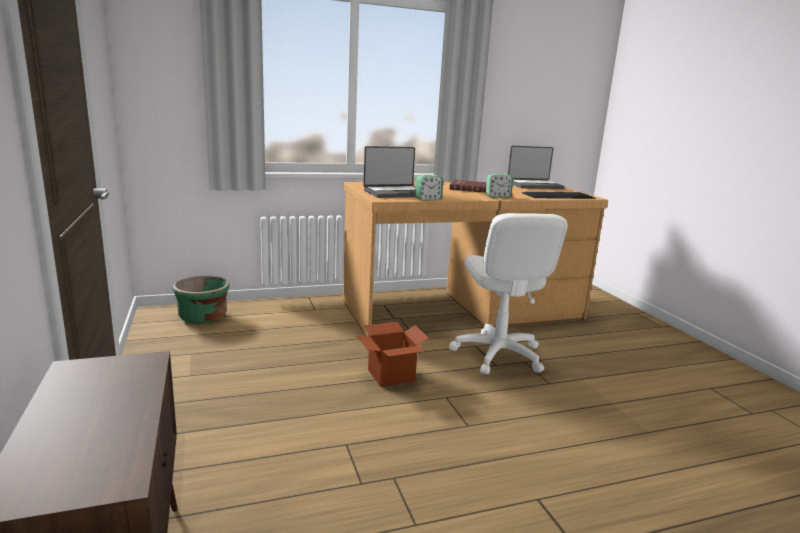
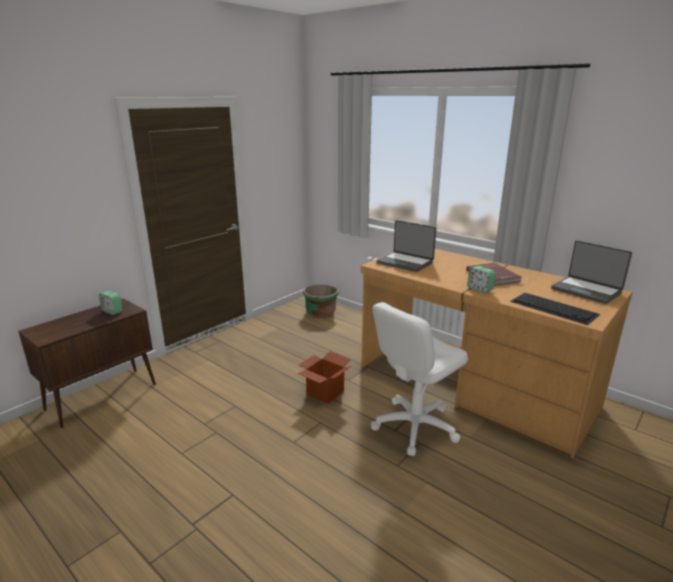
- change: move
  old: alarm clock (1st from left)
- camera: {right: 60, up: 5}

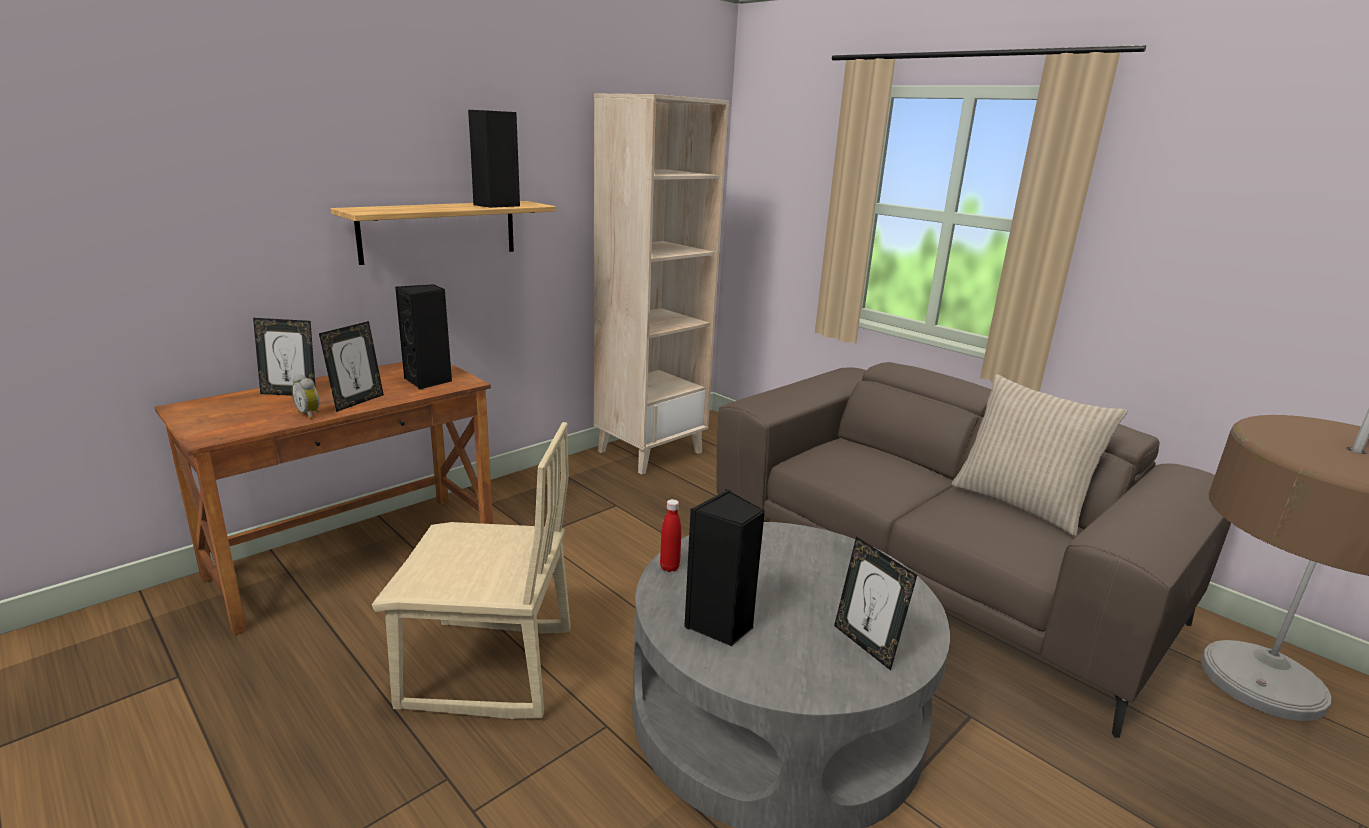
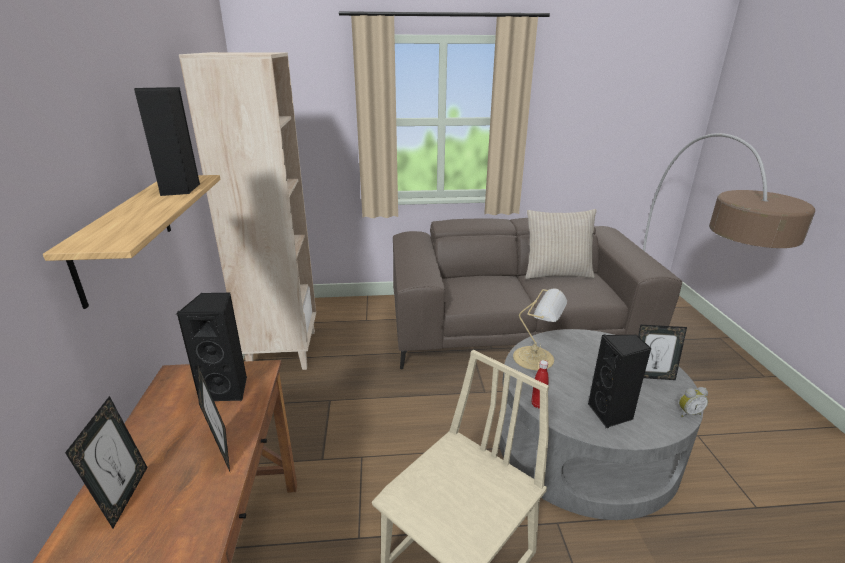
- change: rotate
  old: picture frame (1st from left)
  degrees: -45
- change: insert
  new: tabletop lamp
- change: move
  old: alarm clock
- camera: {right: -50, up: 5}

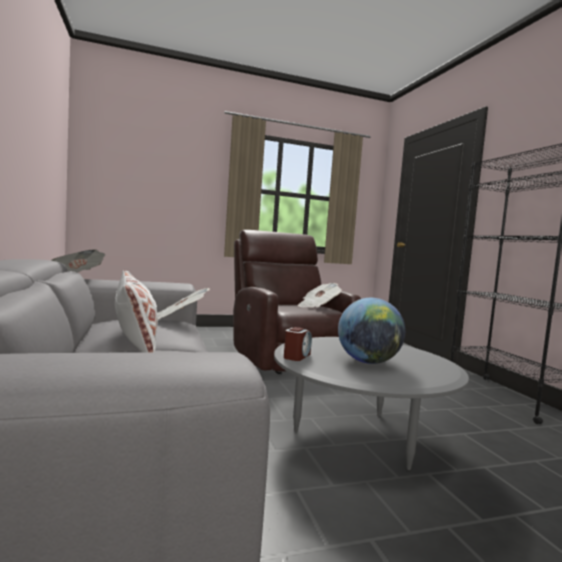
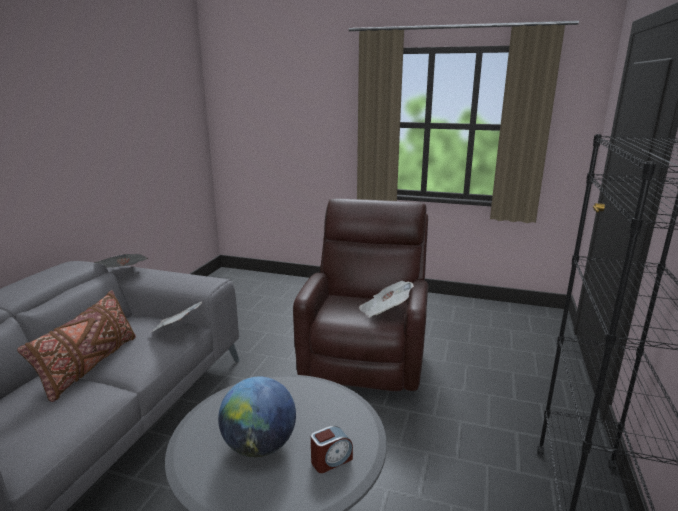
- change: recolor
  old: whitish pillow
  new: brown-coloured pillow
- change: move
  old: alarm clock
- camera: {right: 35, up: 15}

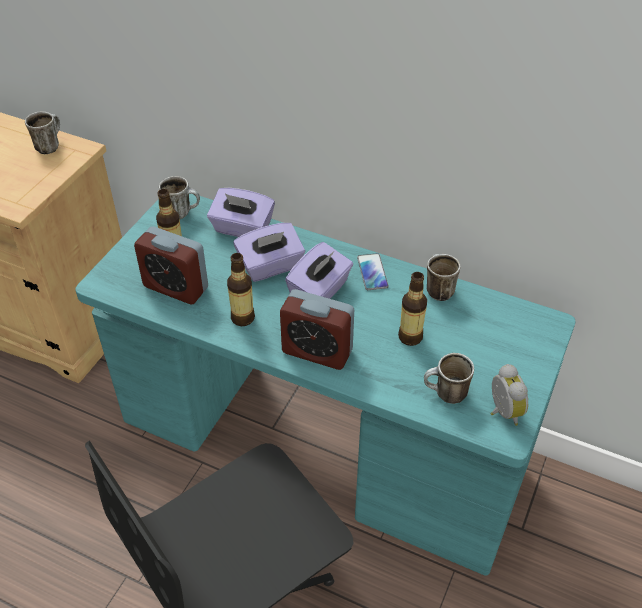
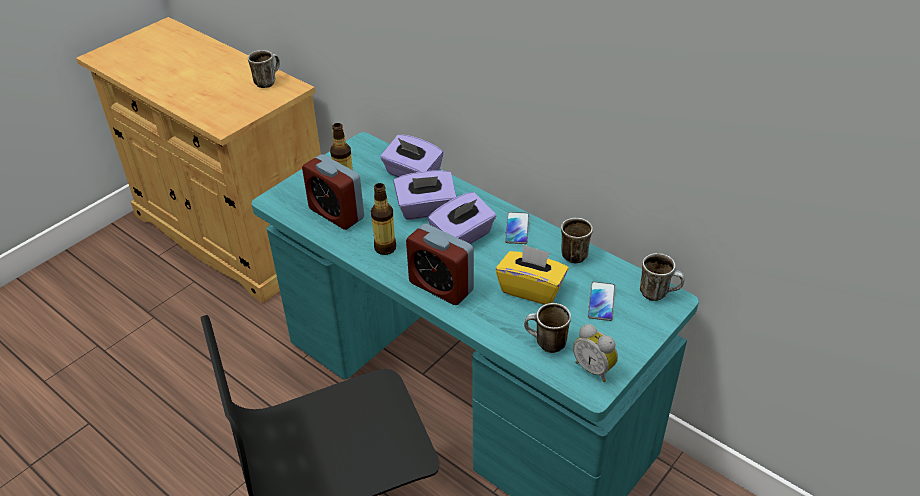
- change: replace
  old: beverage bottle (3rd from left)
  new: yellow tissue holder
- change: rotate
  old: alarm clock (3rd from left)
  degrees: 135
- change: insert
  new: phone (2nd from left)
- change: move
  old: tea mug (2nd from left in the first image)
  new: tea mug (4th from left)
- camera: {right: 15, up: -5}

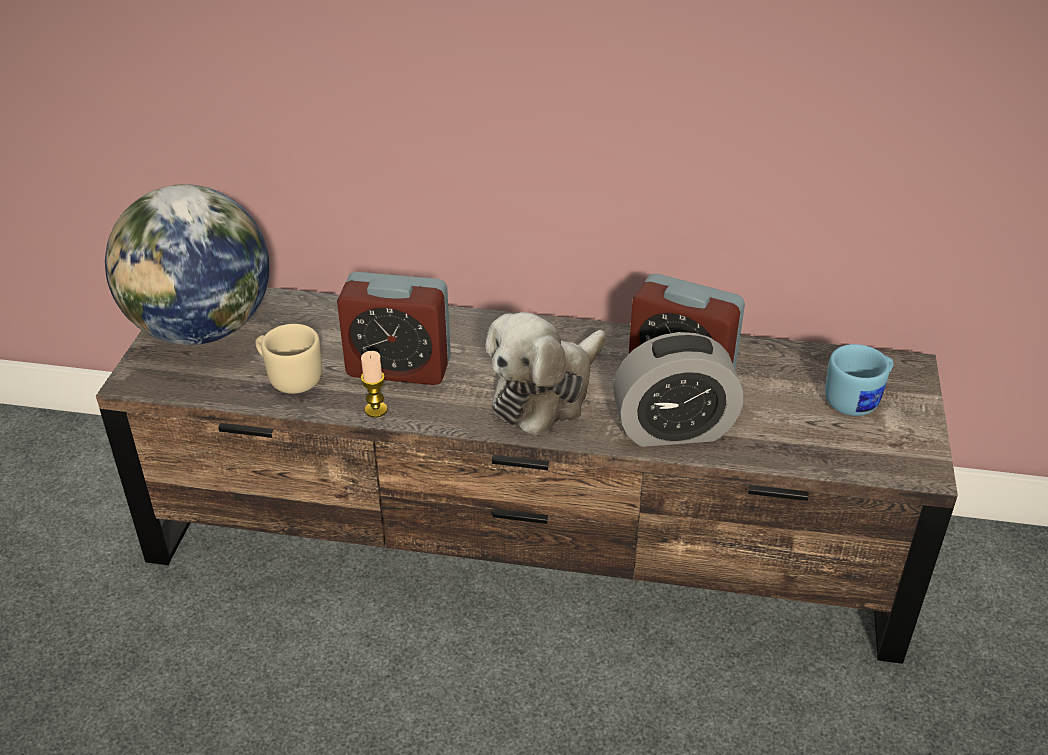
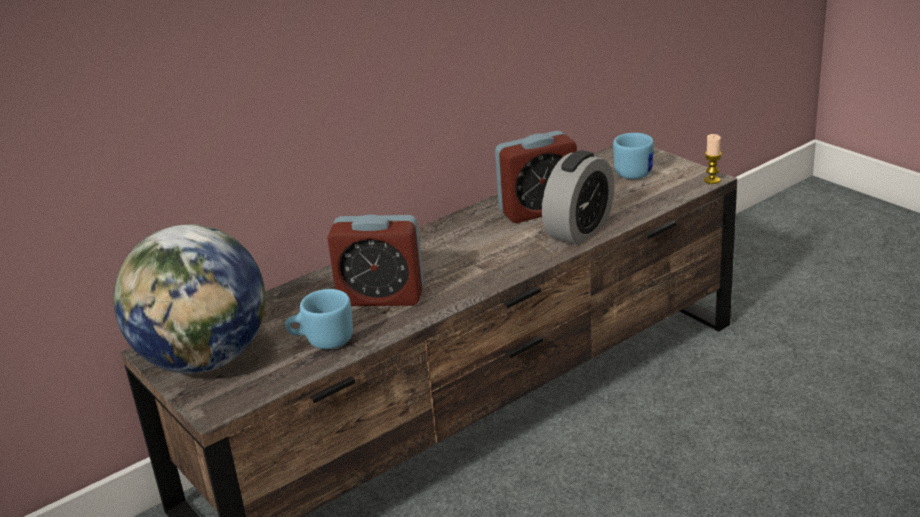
- change: recolor
  old: beige tea mug
  new: blue tea mug (1st from left)
- change: rotate
  old: alarm clock (1st from left)
  degrees: 45
- change: move
  old: wax light
- change: delete
  old: soft toy
- camera: {right: -45, up: -10}

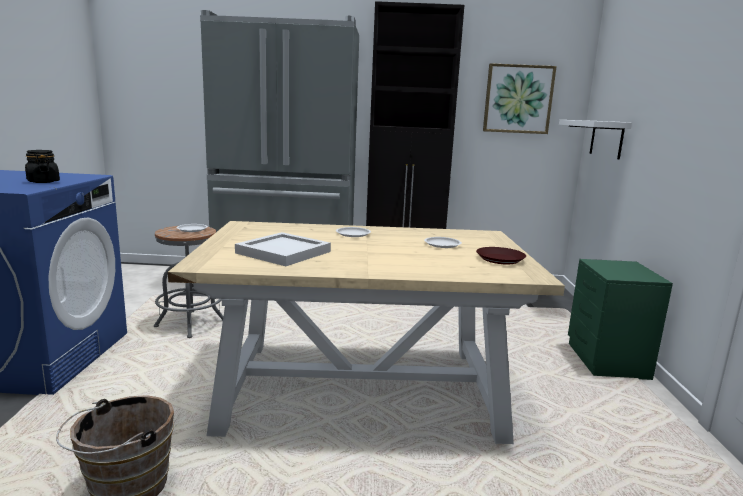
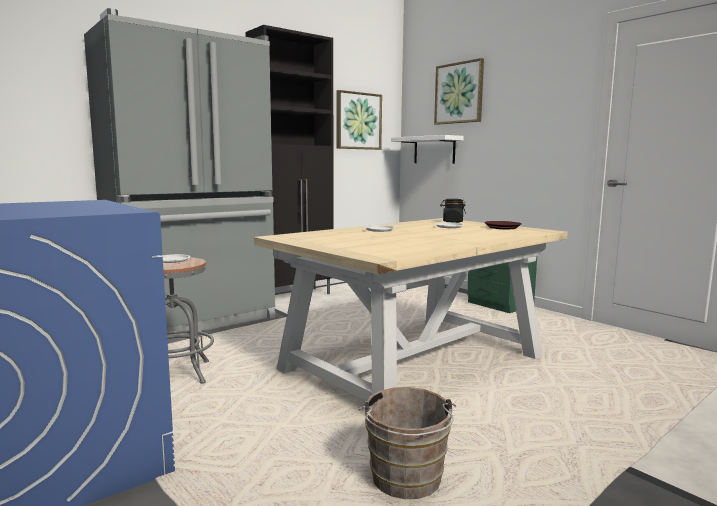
- change: insert
  new: wall picture (2nd from left)
- change: move
  old: blackish preserve jar
- change: delete
  old: whitish carrying tray
- camera: {right: -40, up: -5}

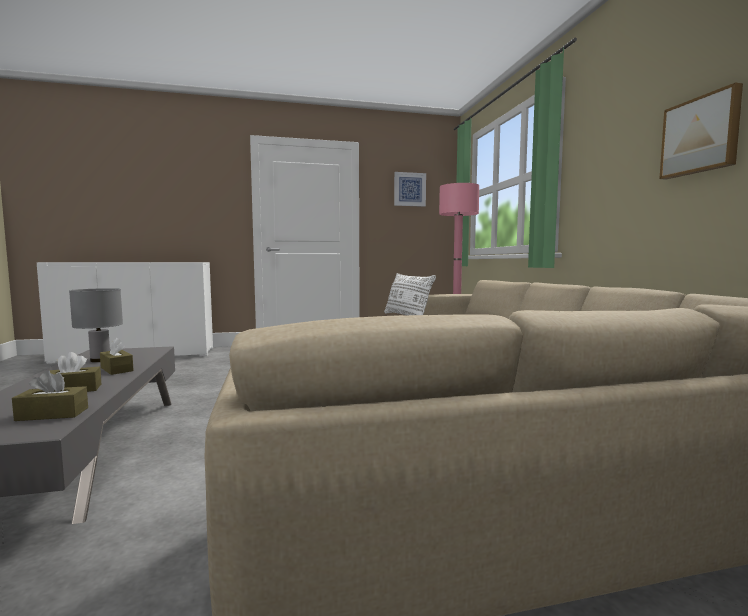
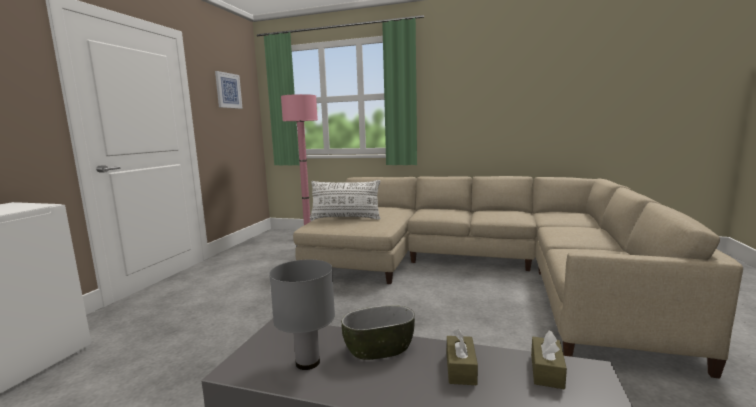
- change: replace
  old: brown-coloured tissue holder (3rd from left)
  new: serving bowl
- change: delete
  old: wall picture (2nd from left)
- camera: {right: -60, up: 5}

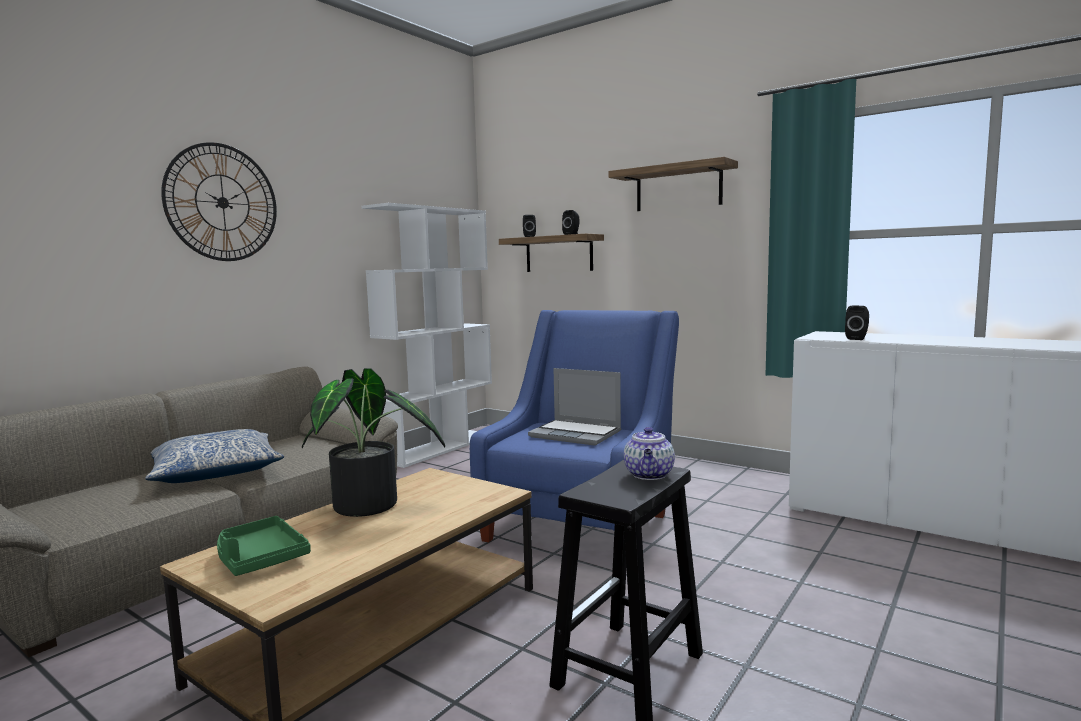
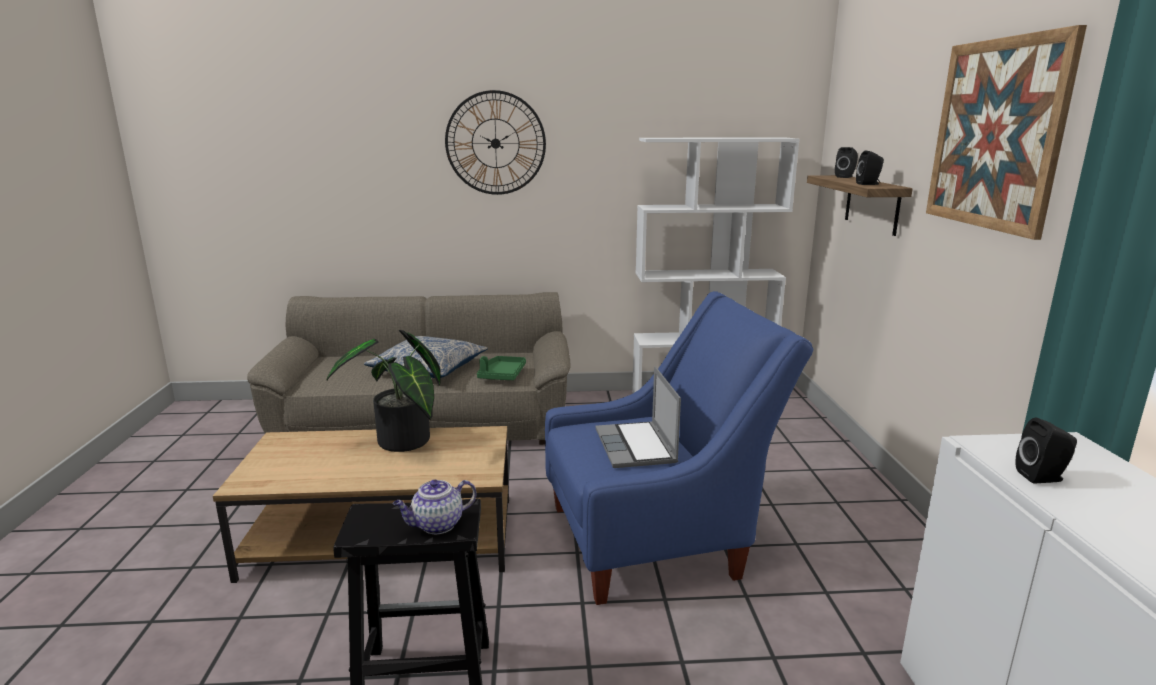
- change: move
  old: green-coloured carrying tray
- change: replace
  old: wall shelf (2nd from left)
  new: wall picture
- camera: {right: 50, up: 10}

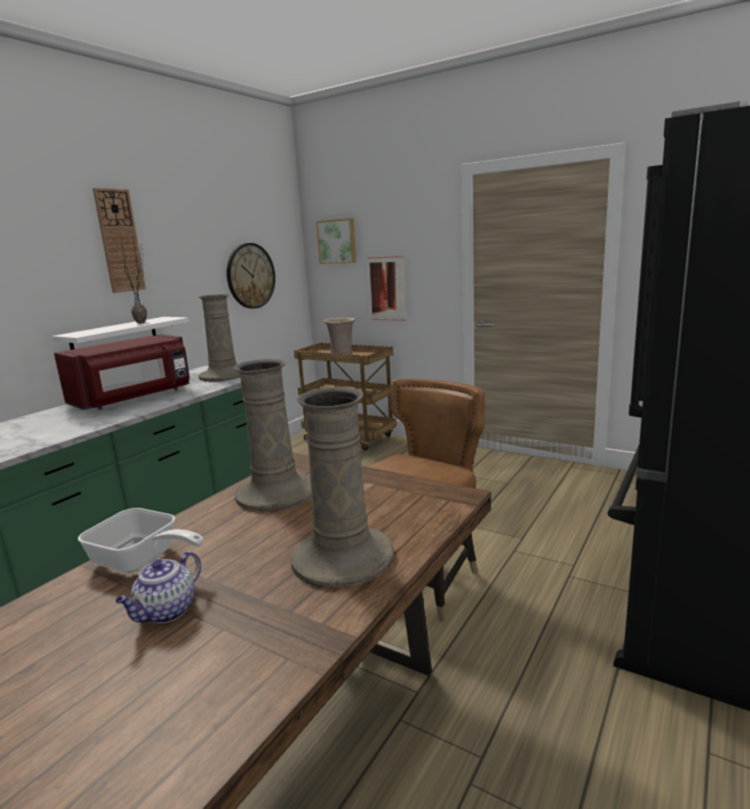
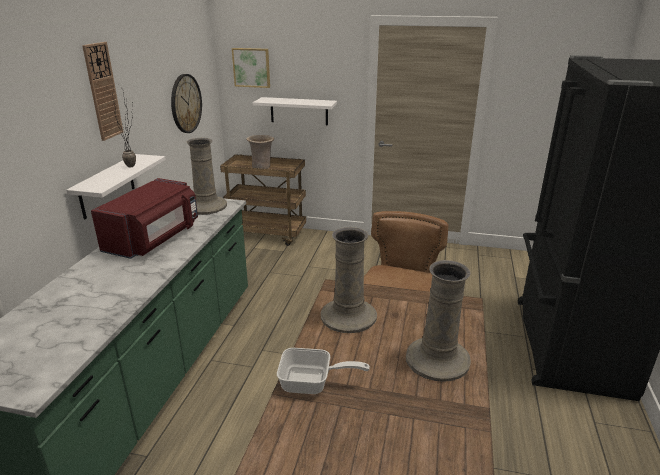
- change: replace
  old: wall picture (2nd from left)
  new: whitish wall shelf (2nd from left)
- change: delete
  old: teapot
- camera: {right: -20, up: 10}

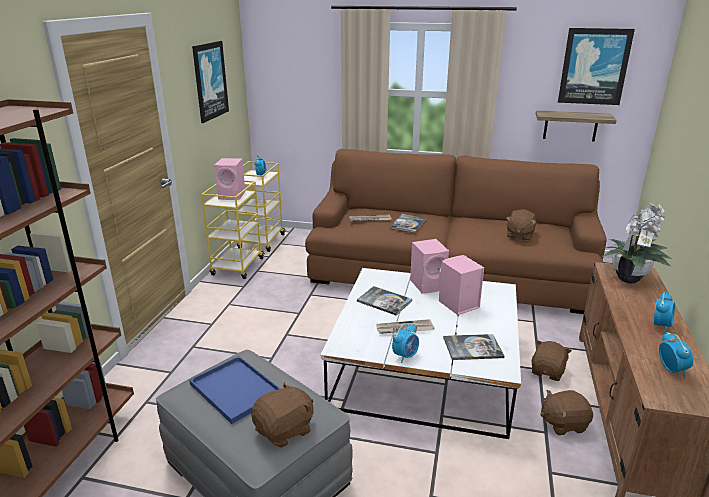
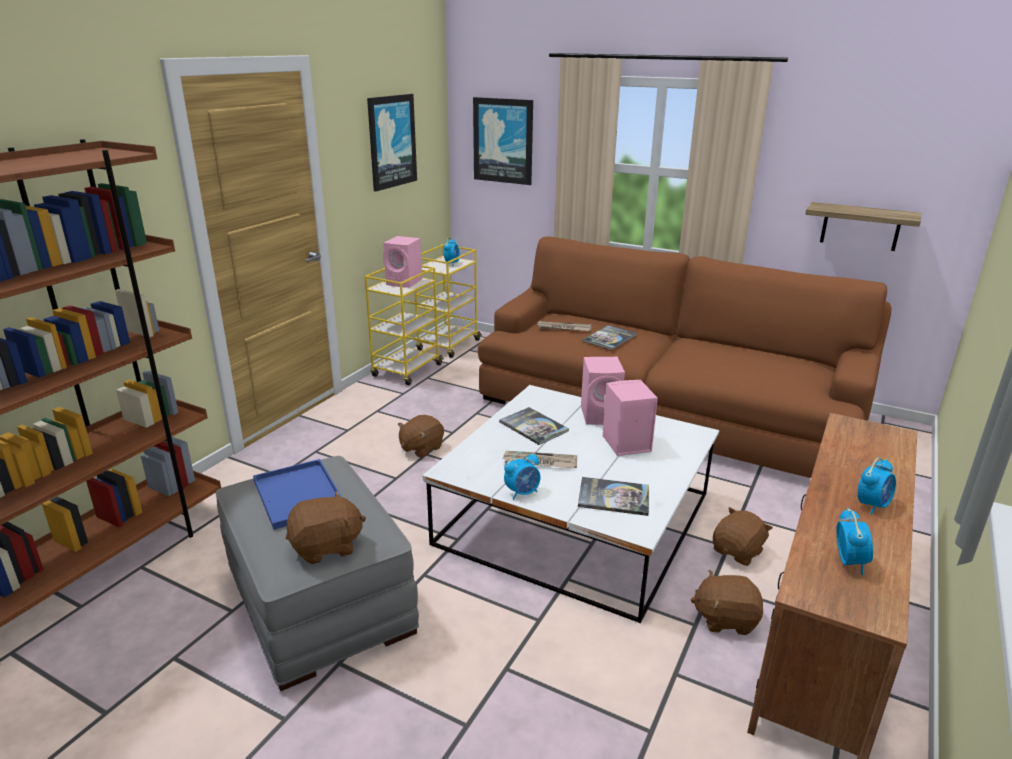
- change: move
  old: brown-coloured soft toy (2nd from left)
- change: move
  old: wall picture (2nd from left)
- change: delete
  old: plant in a pot
- camera: {right: 15, up: 0}

